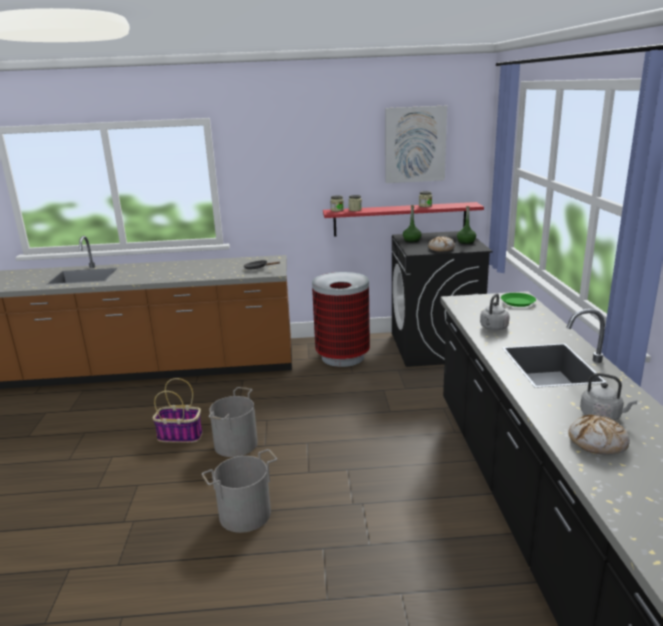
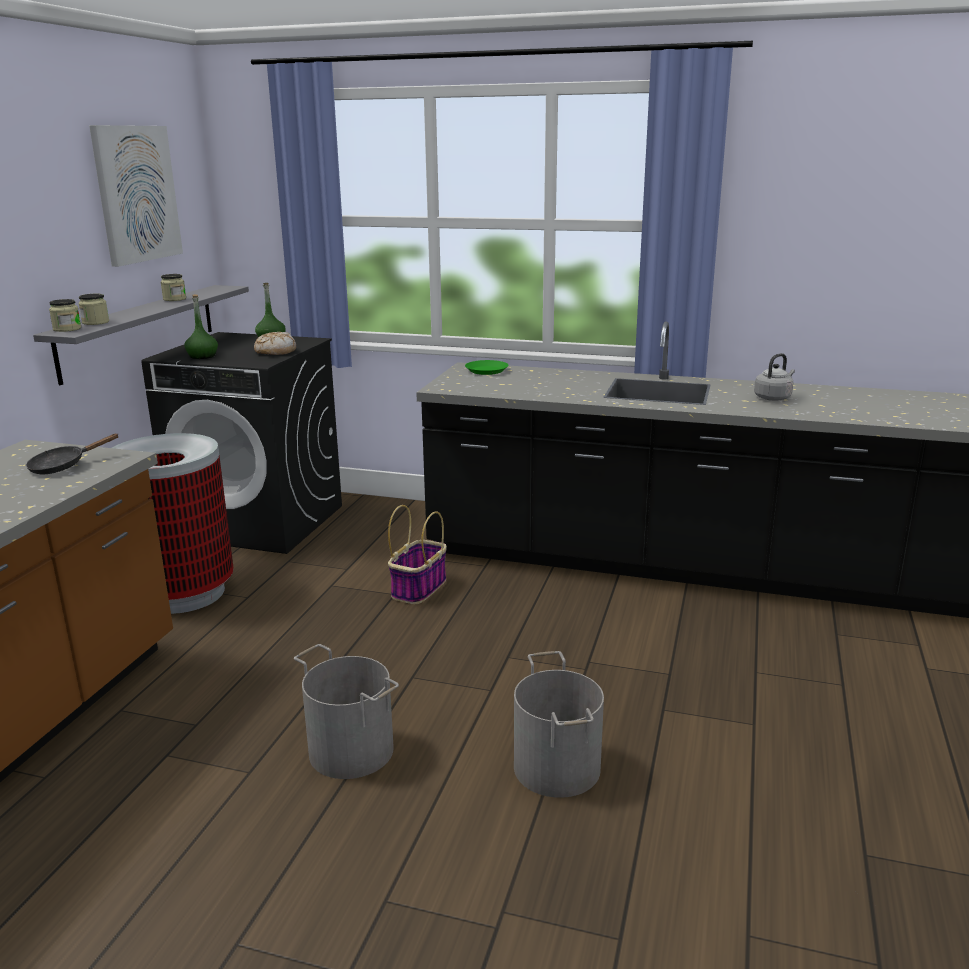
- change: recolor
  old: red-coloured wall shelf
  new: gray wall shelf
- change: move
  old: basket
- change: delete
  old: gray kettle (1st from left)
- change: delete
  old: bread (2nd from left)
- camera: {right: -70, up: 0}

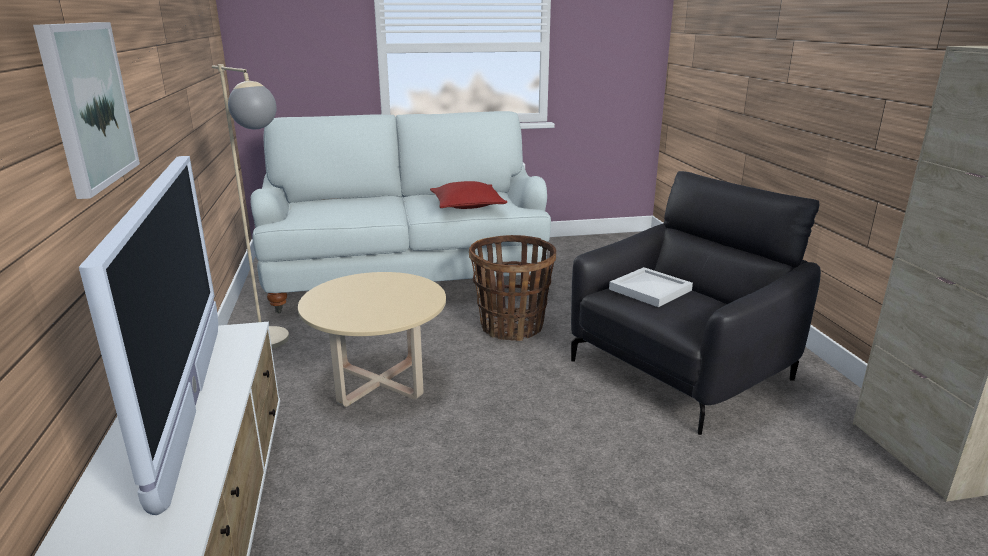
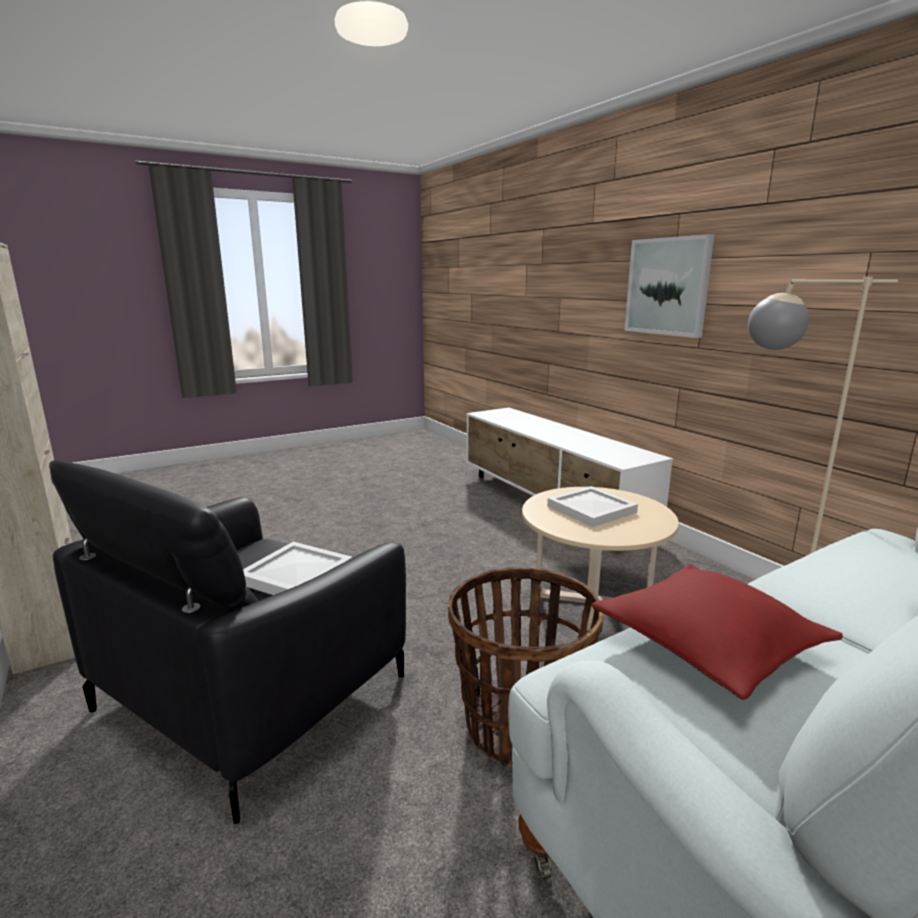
- change: insert
  new: whitish carrying tray (2nd from left)
- change: delete
  old: television
- camera: {right: 160, up: -5}

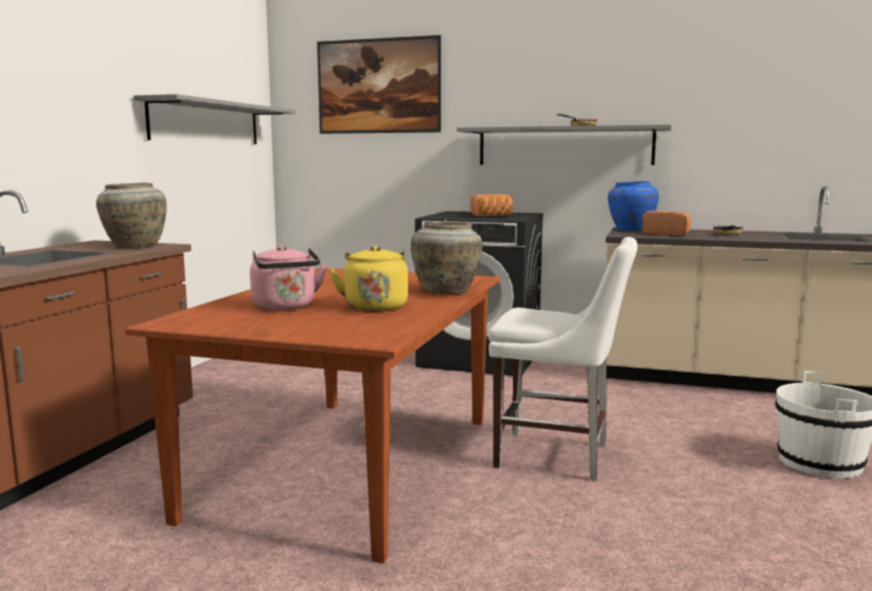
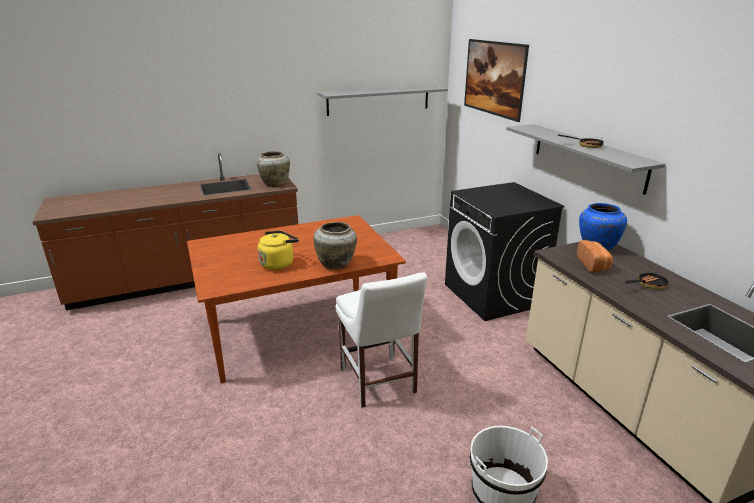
- change: delete
  old: pink kettle
- change: delete
  old: bread (1st from left)
- camera: {right: 50, up: 15}

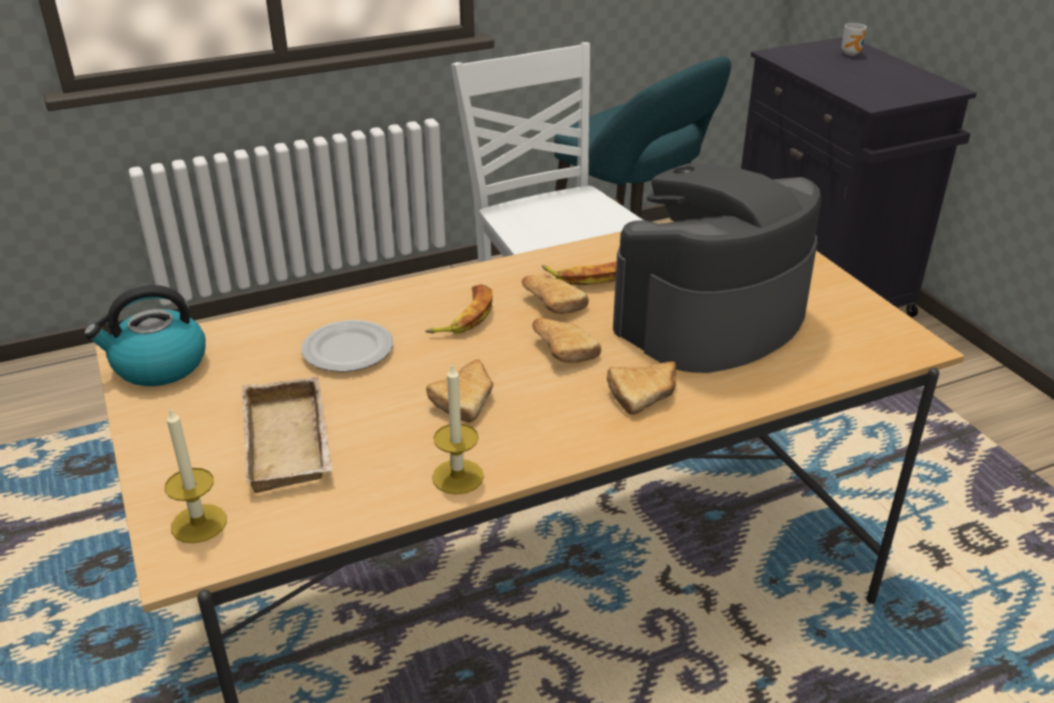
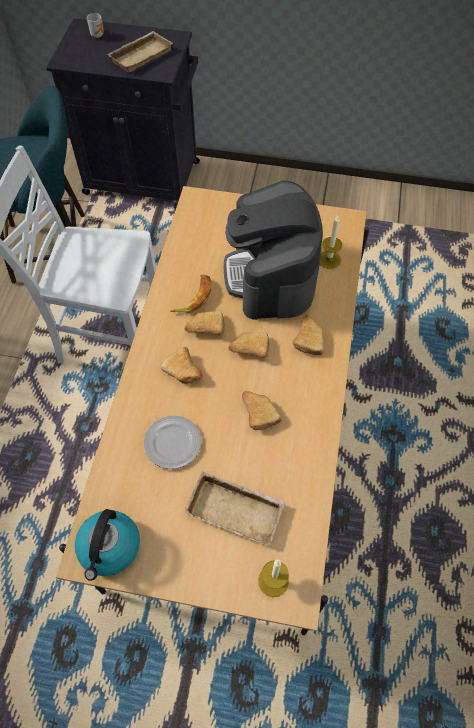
- change: insert
  new: beige carrying tray (1st from left)
- change: replace
  old: banana (1st from left)
  new: bread (1st from left)
- change: move
  old: wax light (2nd from left)
- camera: {right: -55, up: 25}

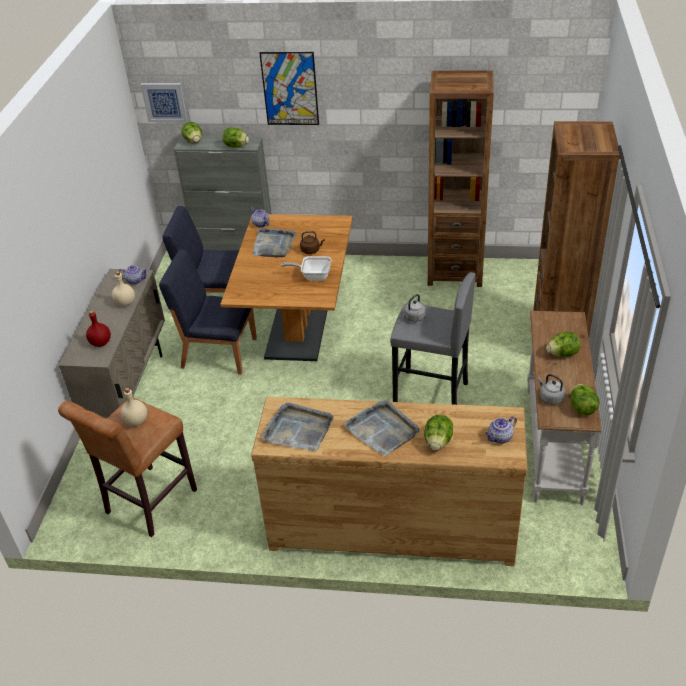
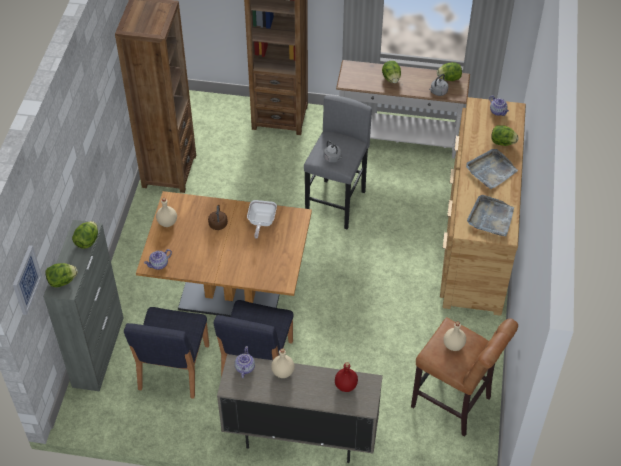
- change: insert
  new: beige beverage bottle (1st from left)
- change: delete
  old: gray carrying tray (1st from left)
- change: delete
  old: wall picture (2nd from left)
- camera: {right: -90, up: 10}

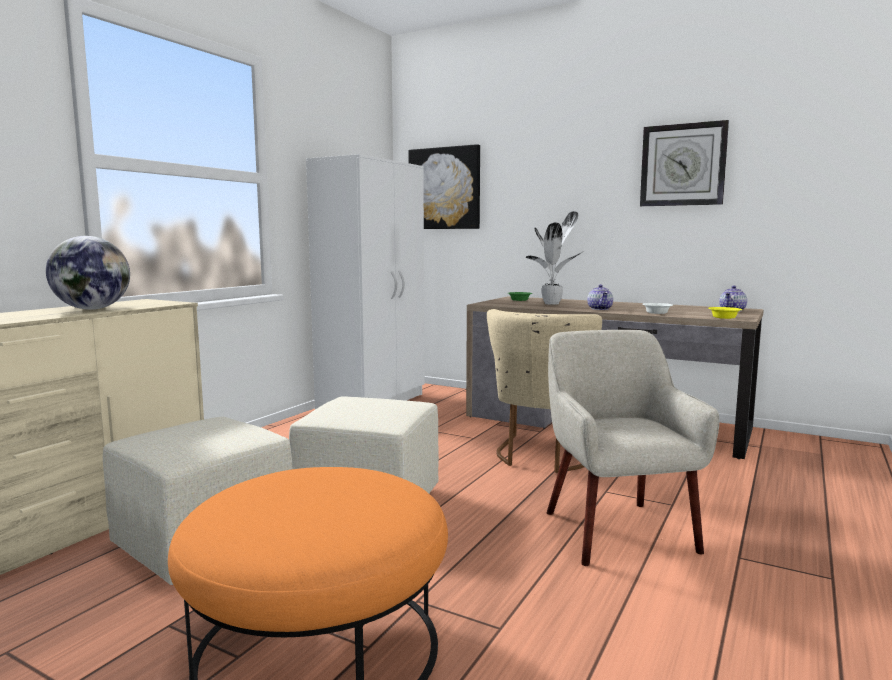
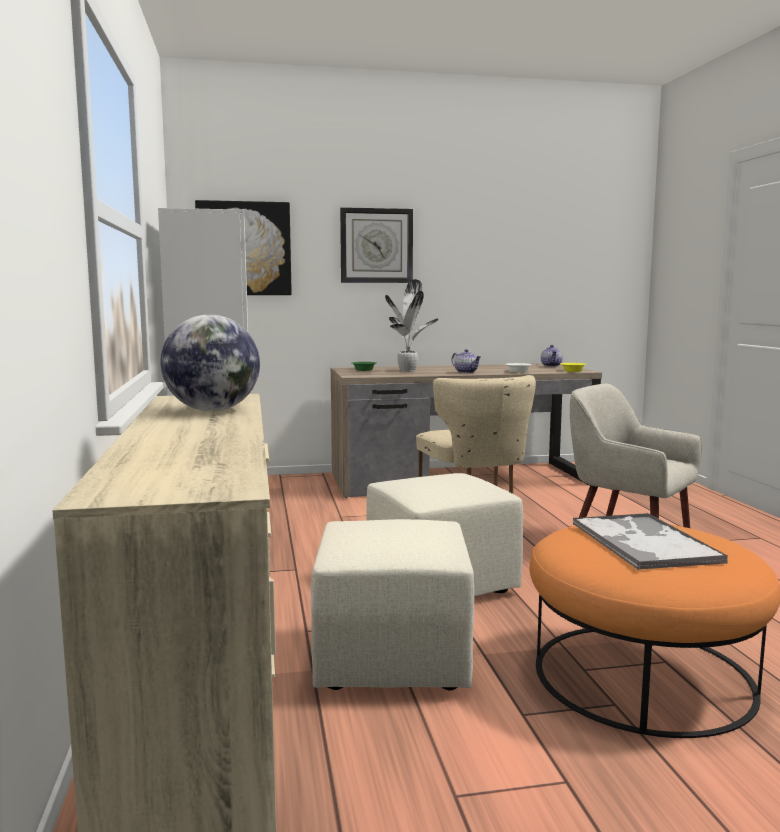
- change: move
  old: wall clock
- change: insert
  new: carrying tray
- camera: {right: -40, up: 0}

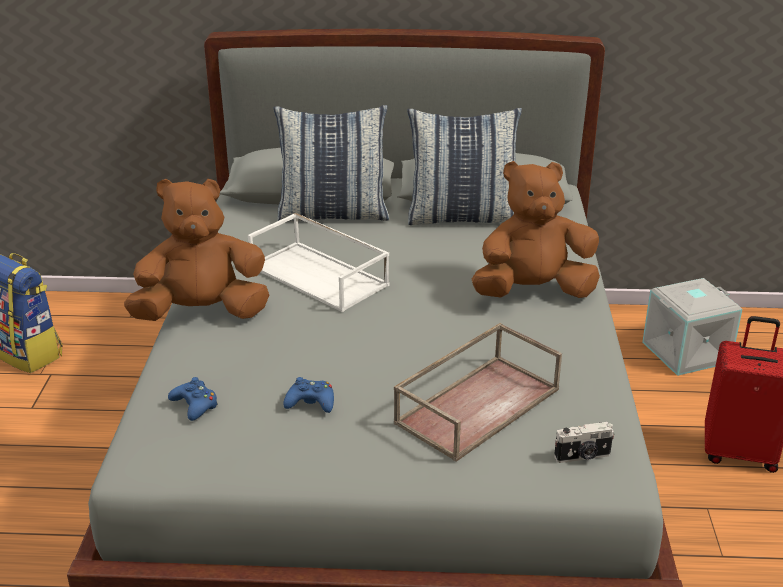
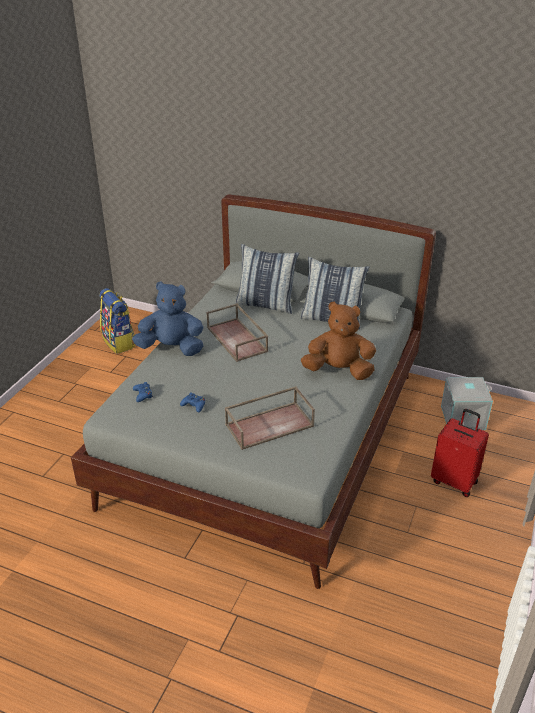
- change: recolor
  old: brown-coloured soft toy (1st from left)
  new: blue soft toy
- change: recolor
  old: whitish carrying tray
  new: brown-coloured carrying tray (1st from left)
- change: delete
  old: photo camera
- camera: {right: 20, up: 5}

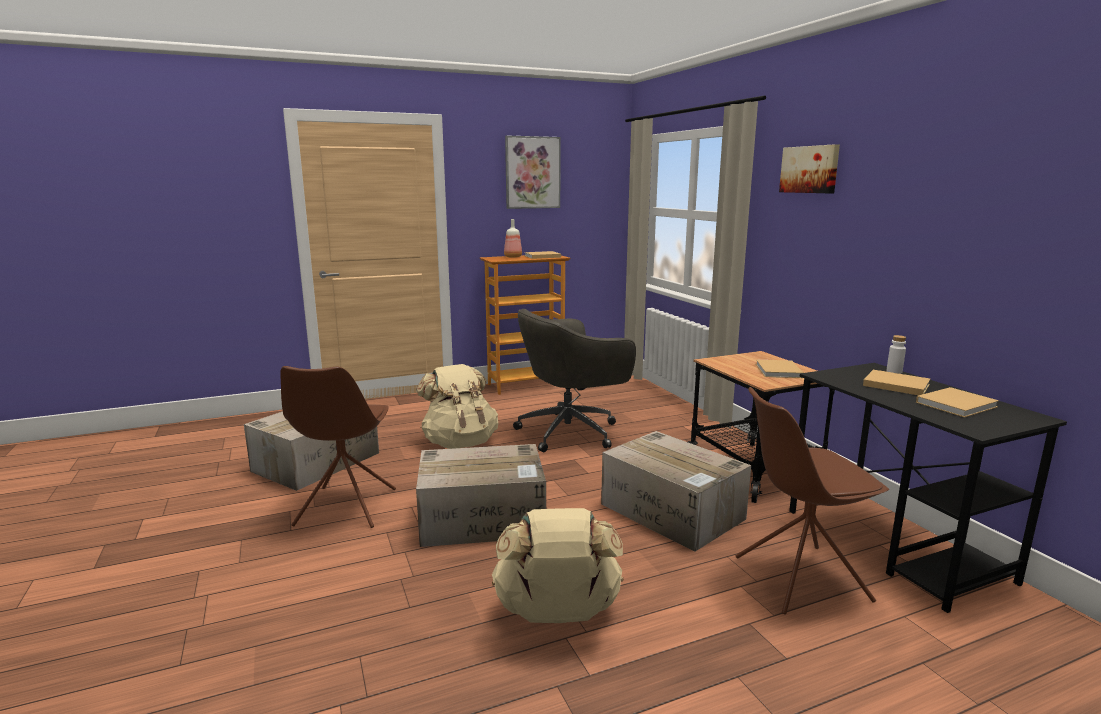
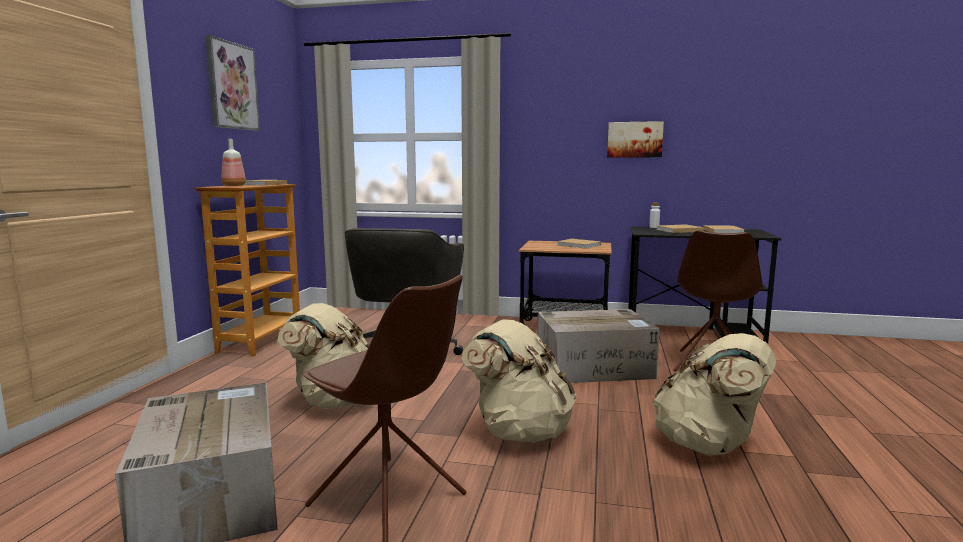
- change: replace
  old: carton (2nd from left)
  new: beige backpack (2nd from left)
- change: move
  old: wall picture (2nd from left)
- camera: {right: -55, up: -5}

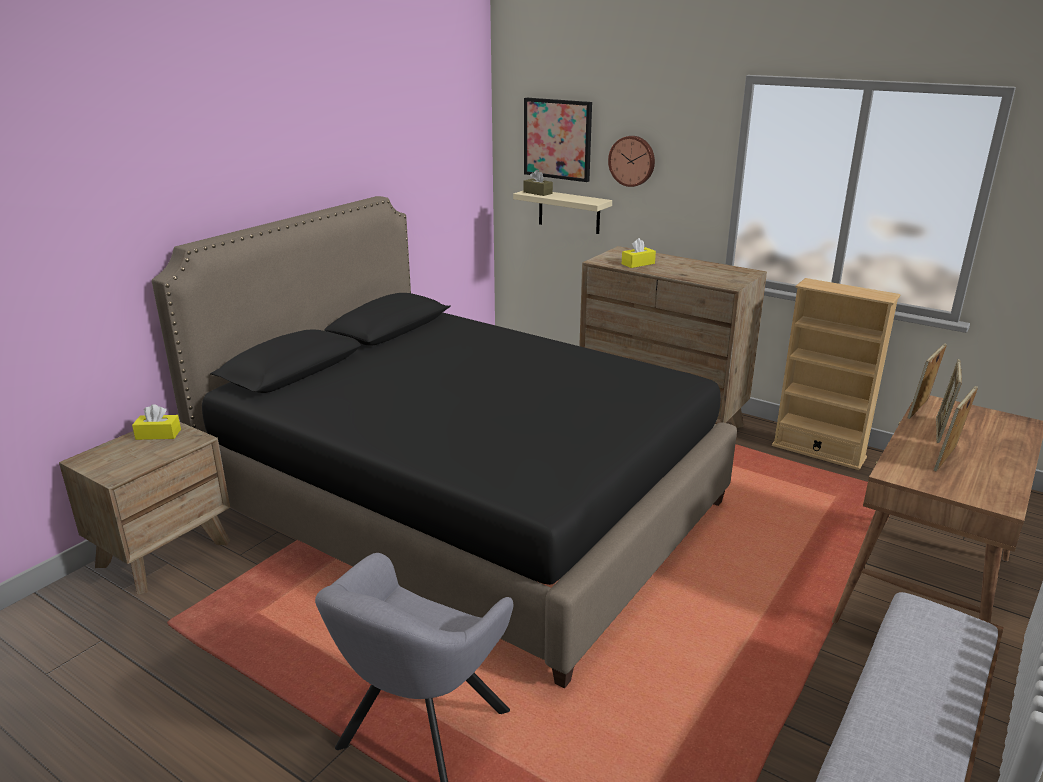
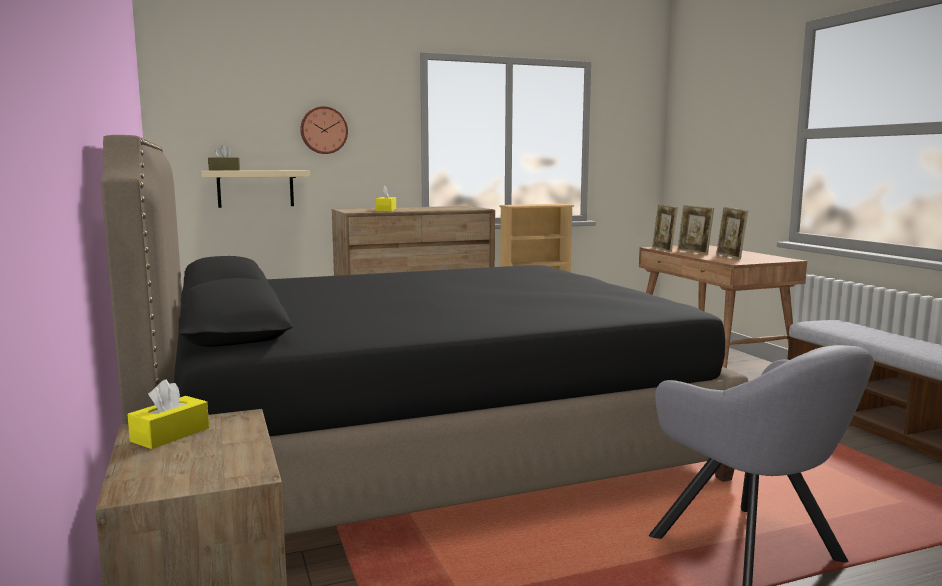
- change: delete
  old: wall picture
- camera: {right: -55, up: -15}

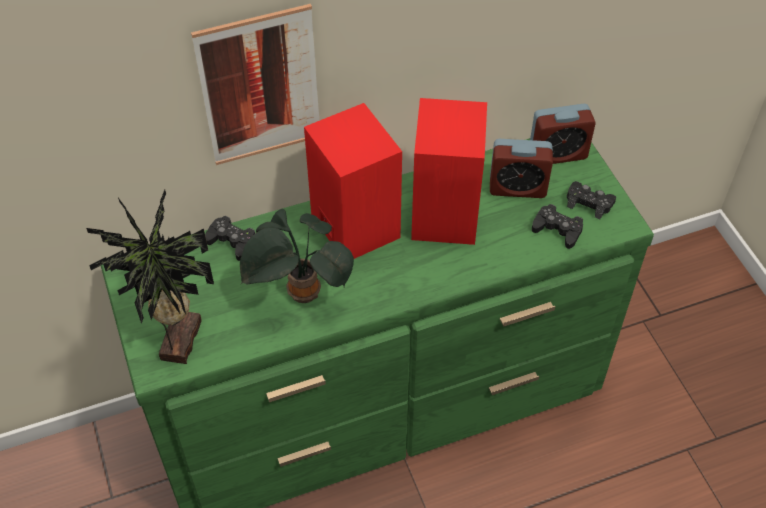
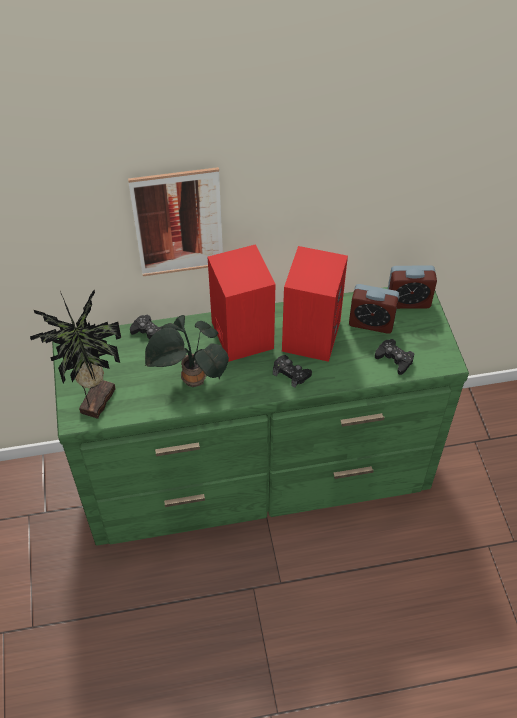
- change: move
  old: blackish game controller (3rd from left in the first image)
  new: blackish game controller (2nd from left)
- camera: {right: 10, up: 0}

